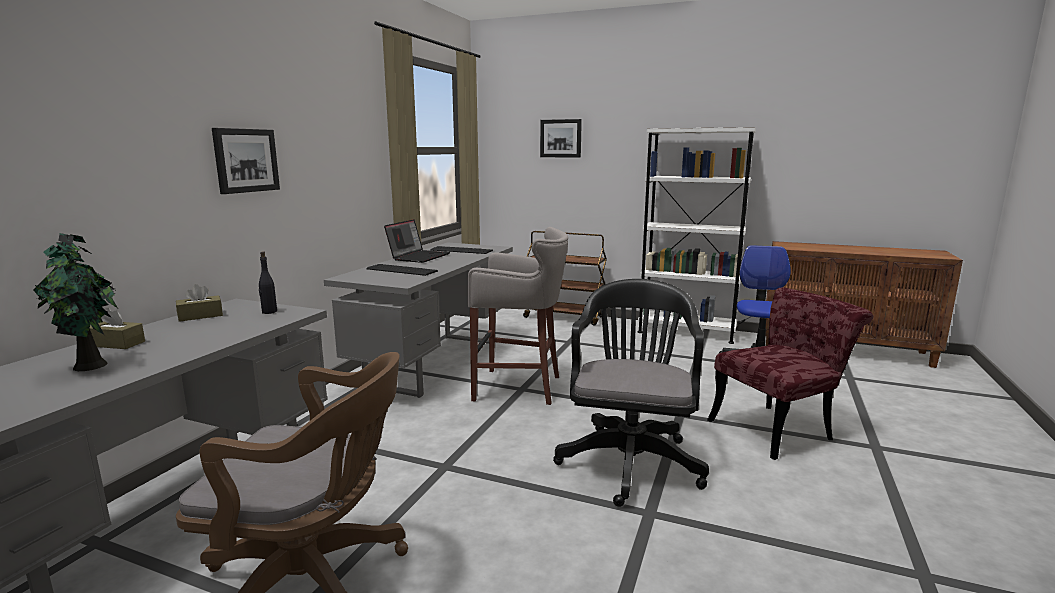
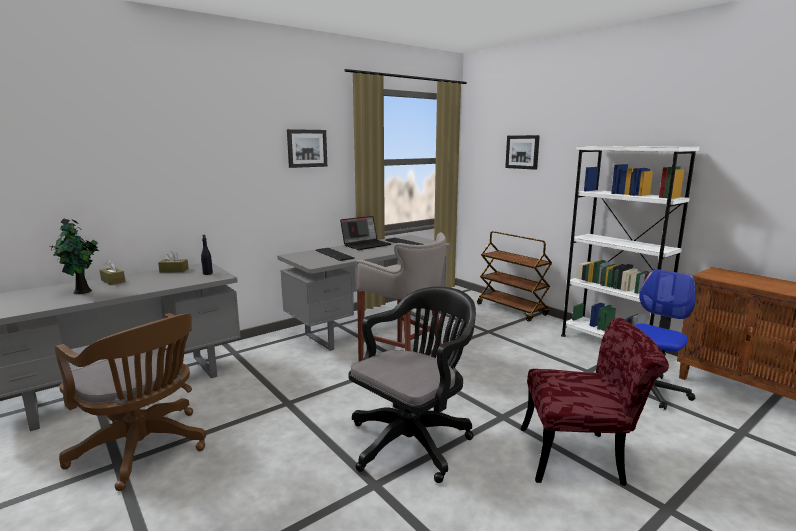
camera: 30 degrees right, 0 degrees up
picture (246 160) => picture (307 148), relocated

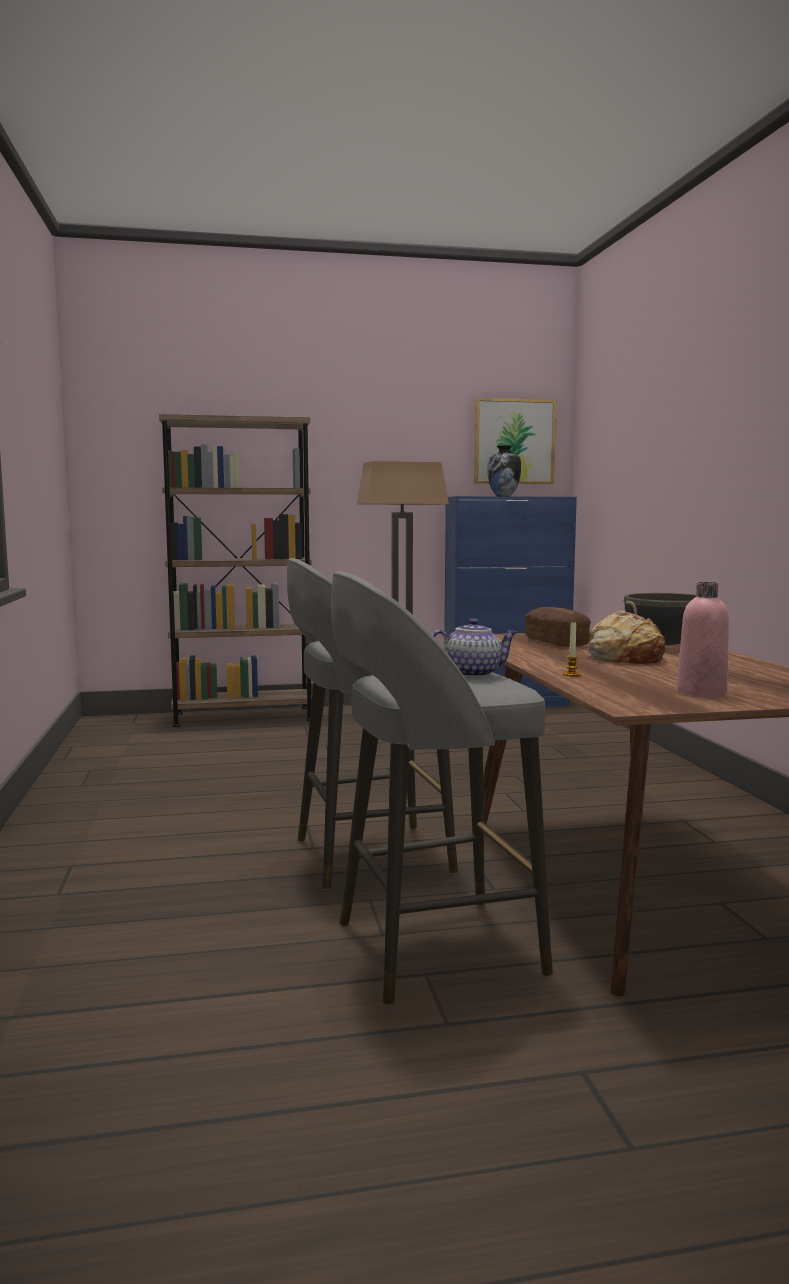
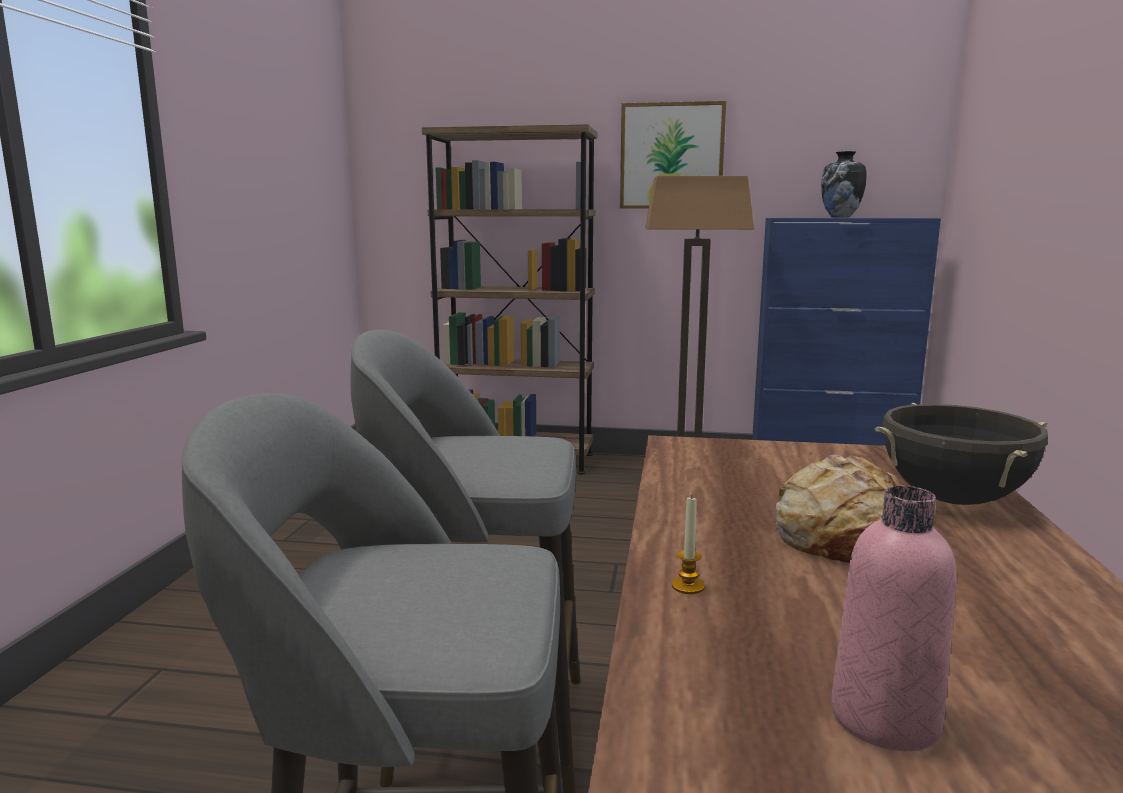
camera: 20 degrees right, 5 degrees up
teapot (472 674) => nothing
picture (514 441) => picture (671 156), relocated
bread (556 642) => nothing

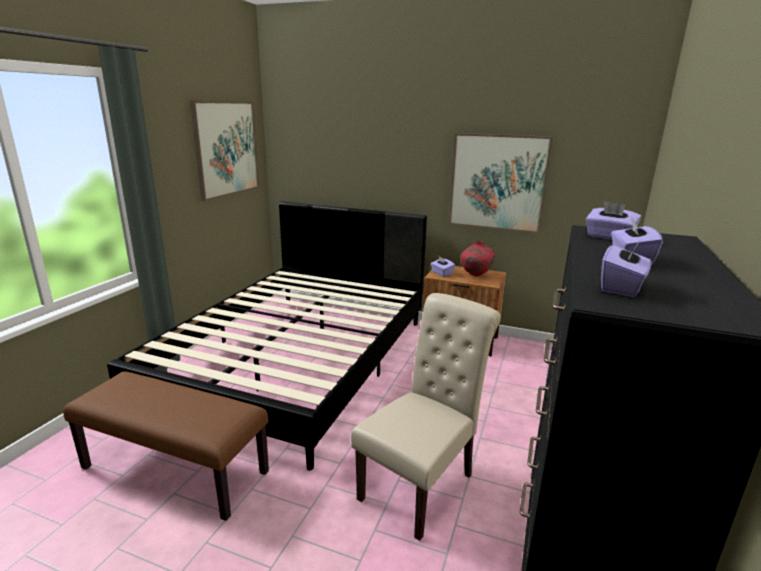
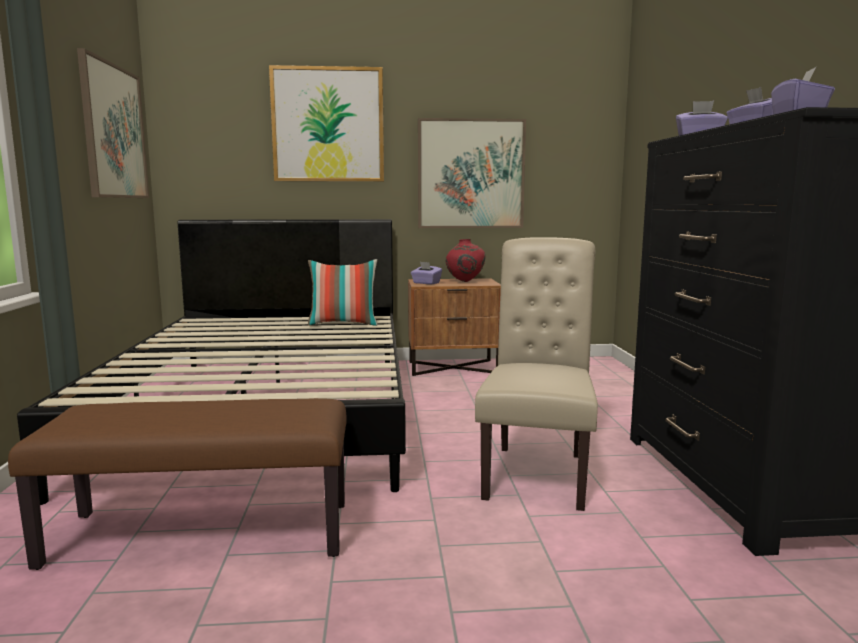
camera: 25 degrees left, 10 degrees down
nothing => picture (328 125)
nothing => pillow (343 324)

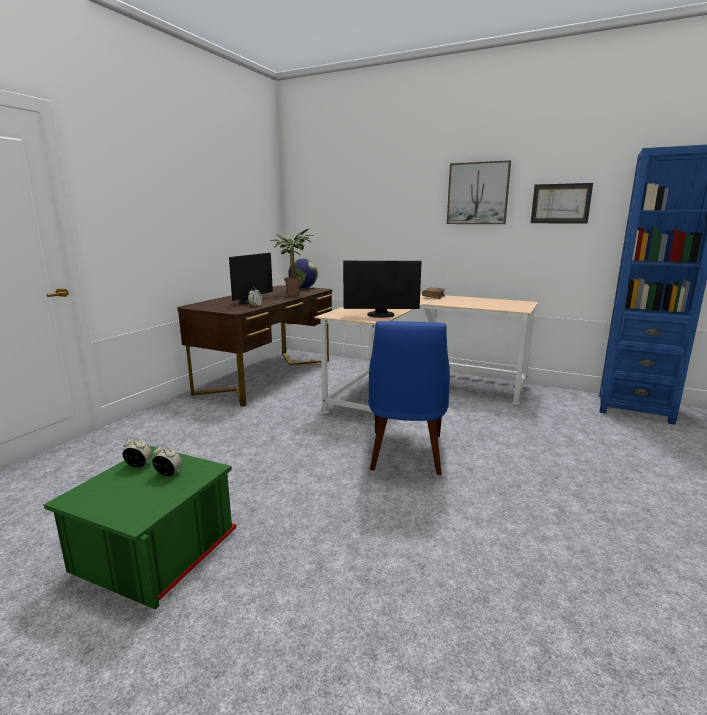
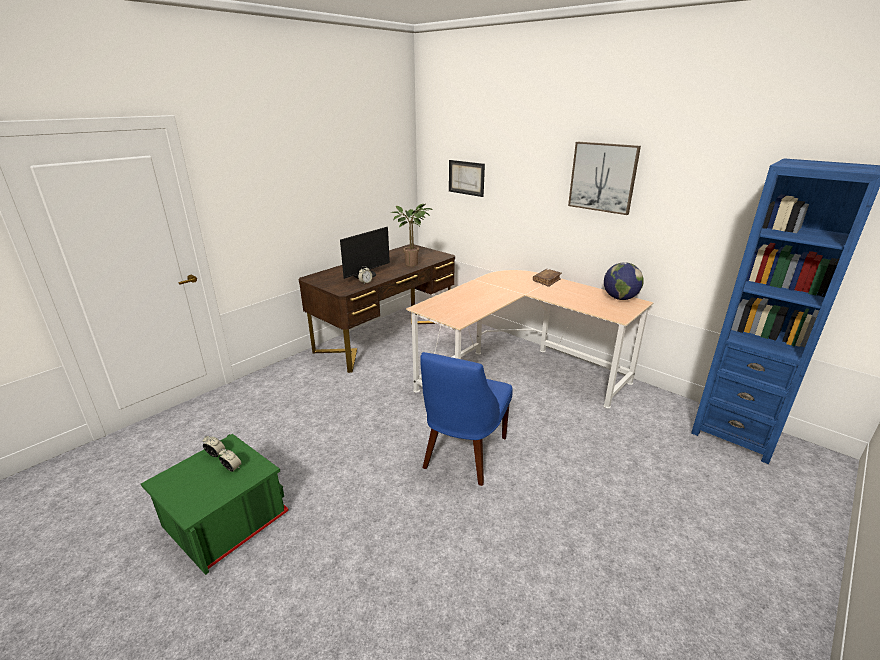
camera: 15 degrees right, 10 degrees up
globe (303 288) => globe (620 298), relocated
monitor (381 315) => nothing
picture (560 203) => picture (466 178), relocated

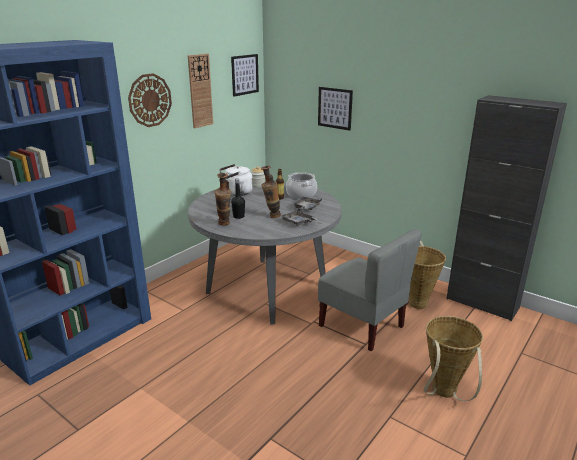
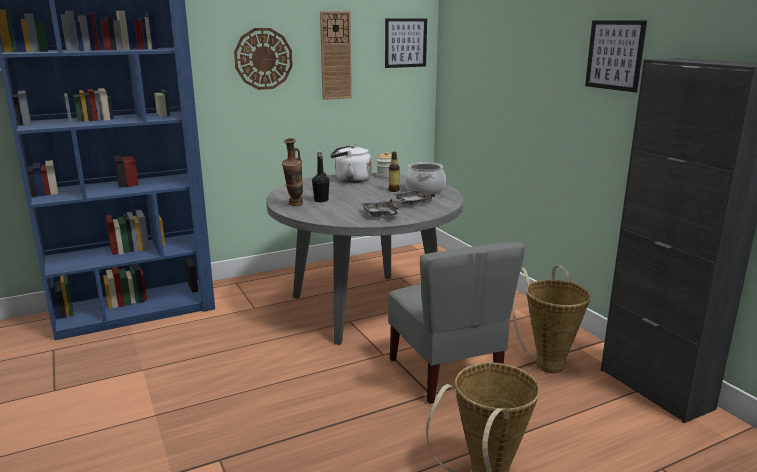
camera: 25 degrees right, 5 degrees down
vase (271 216) => nothing
picture (335 108) => picture (615 55), relocated

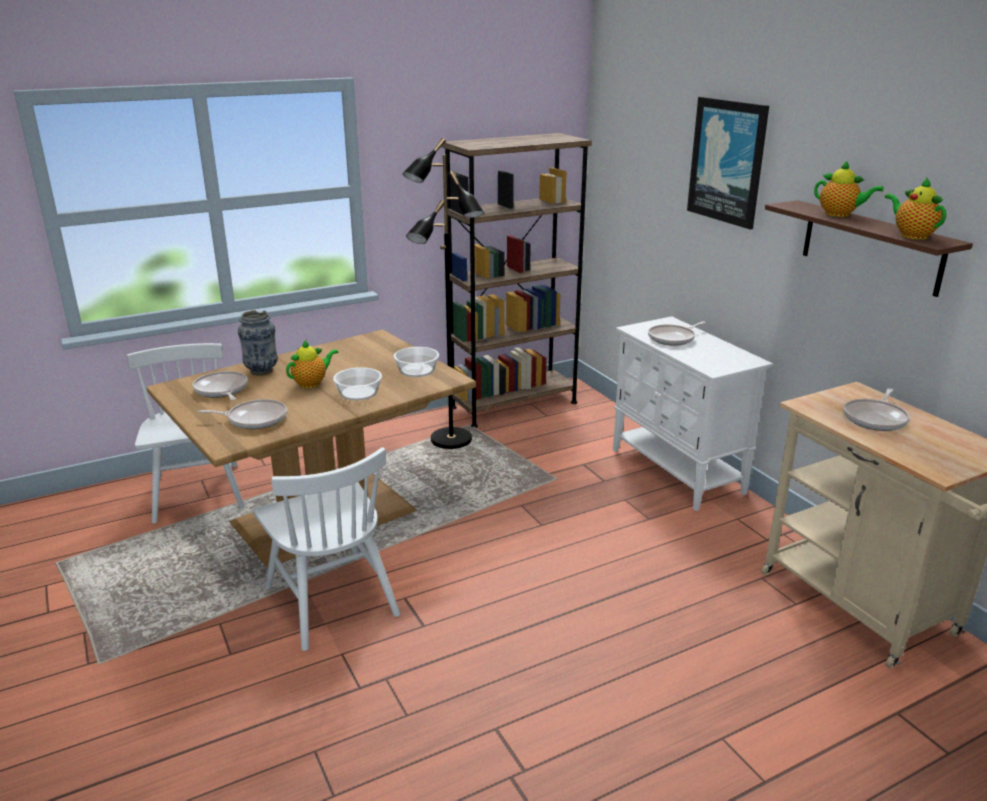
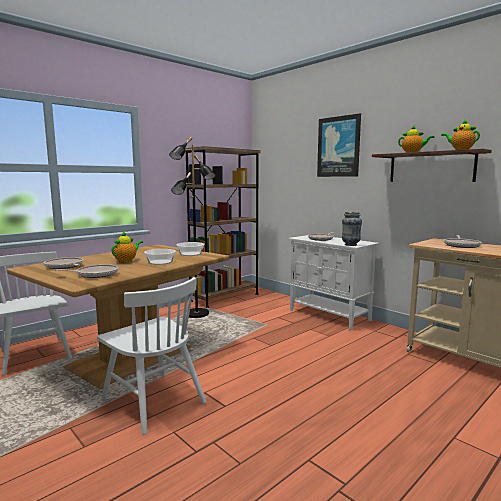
camera: 15 degrees left, 15 degrees down
vase (261 371) => vase (350 245), relocated

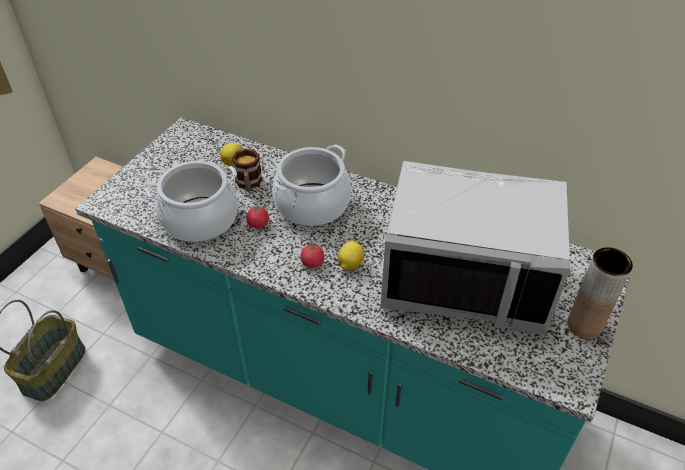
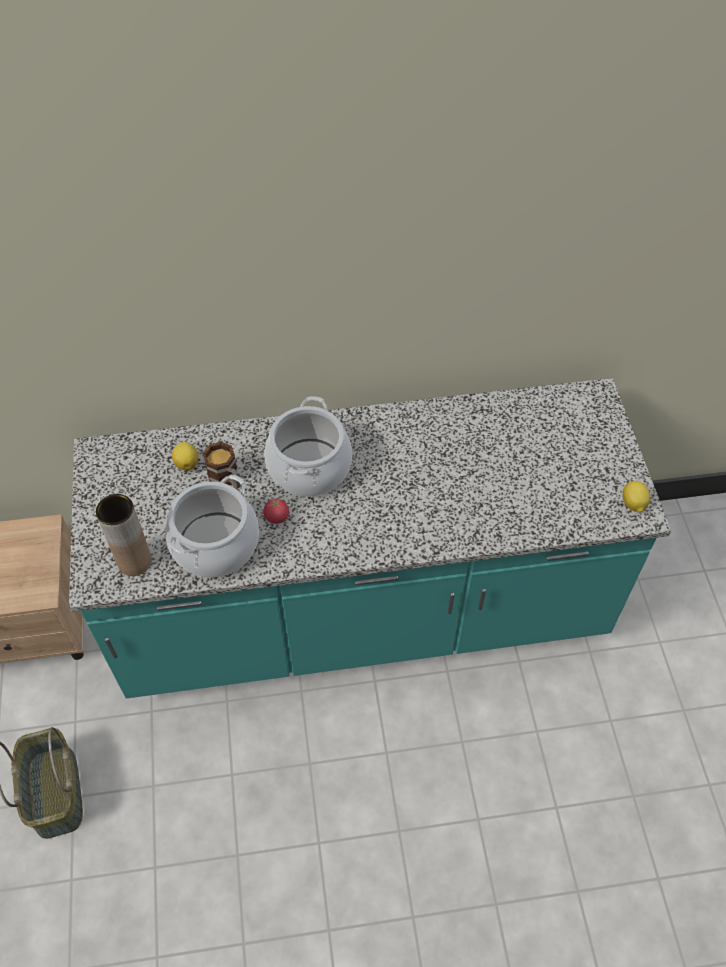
camera: 35 degrees left, 10 degrees up
tomato (312 263) => nothing
lemon (350 264) => lemon (633 504), relocated
grey microwave (466 278) => nothing
brown vase (584 325) => brown vase (134 561), relocated

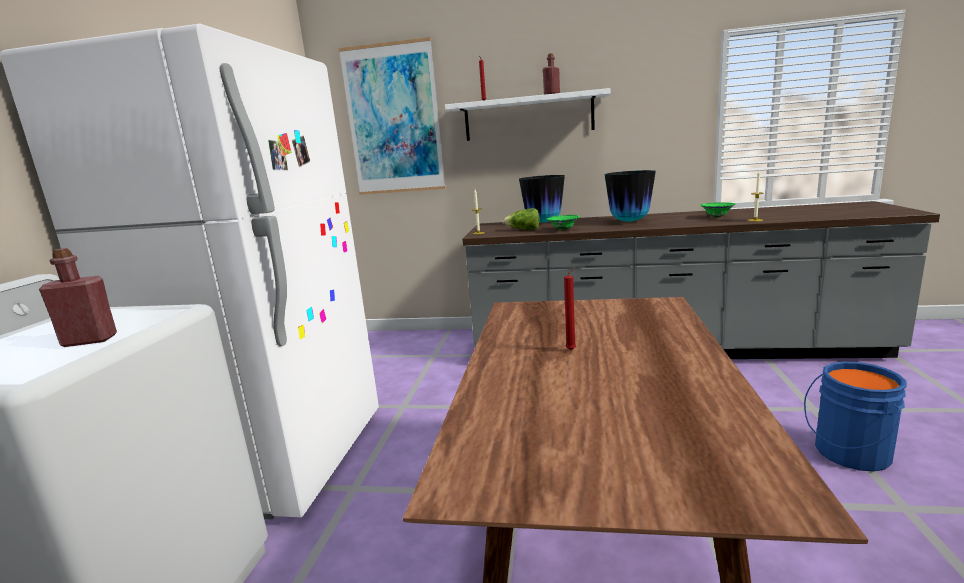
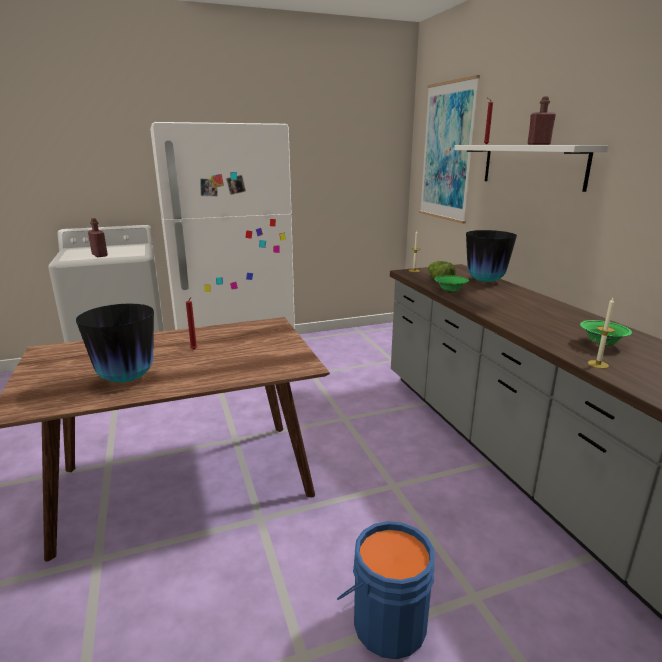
camera: 60 degrees right, 5 degrees up
vase (629 221) => vase (126 379), relocated

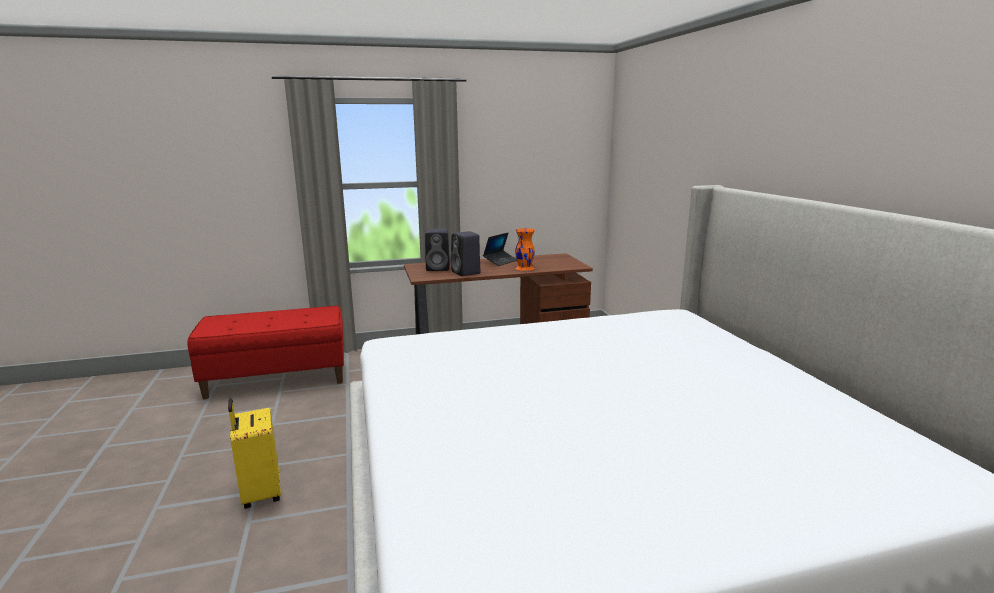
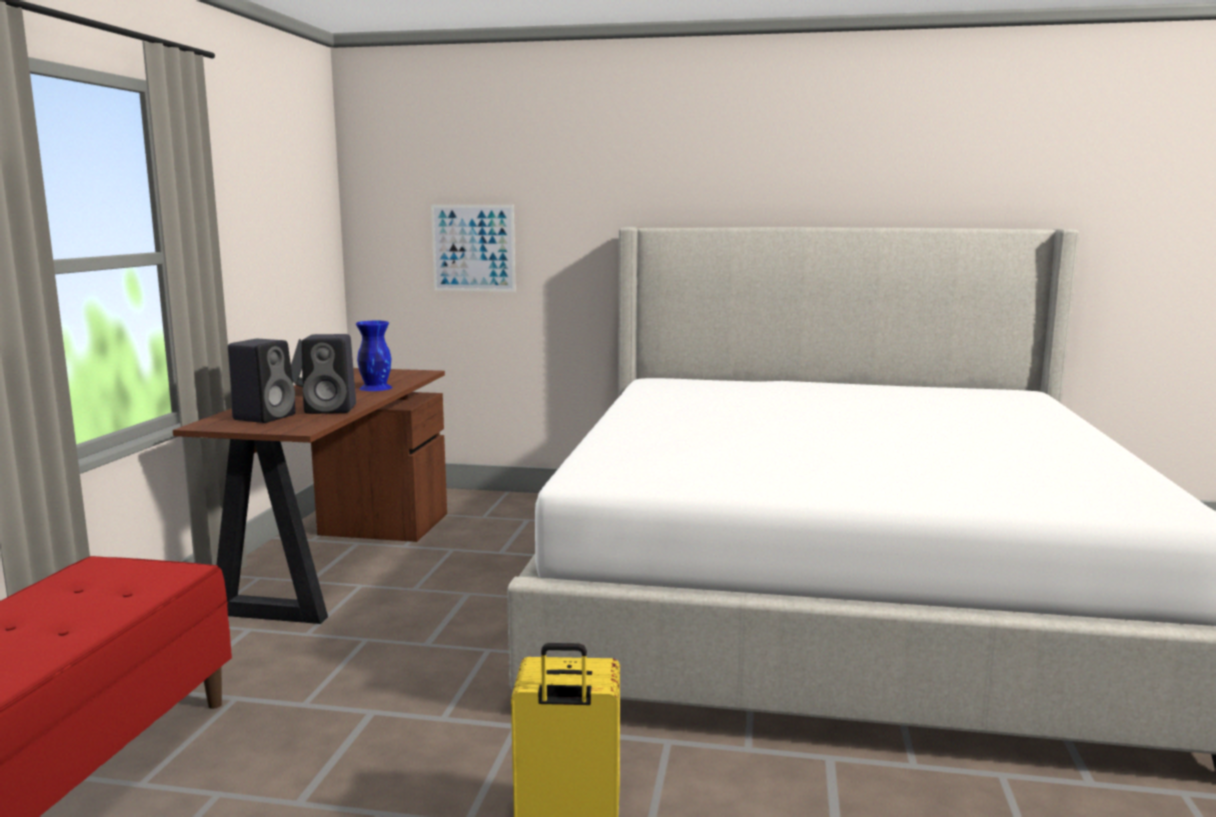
camera: 65 degrees left, 5 degrees down
orange vase (524 268) => blue vase (375 388)
nothing => picture (473 248)

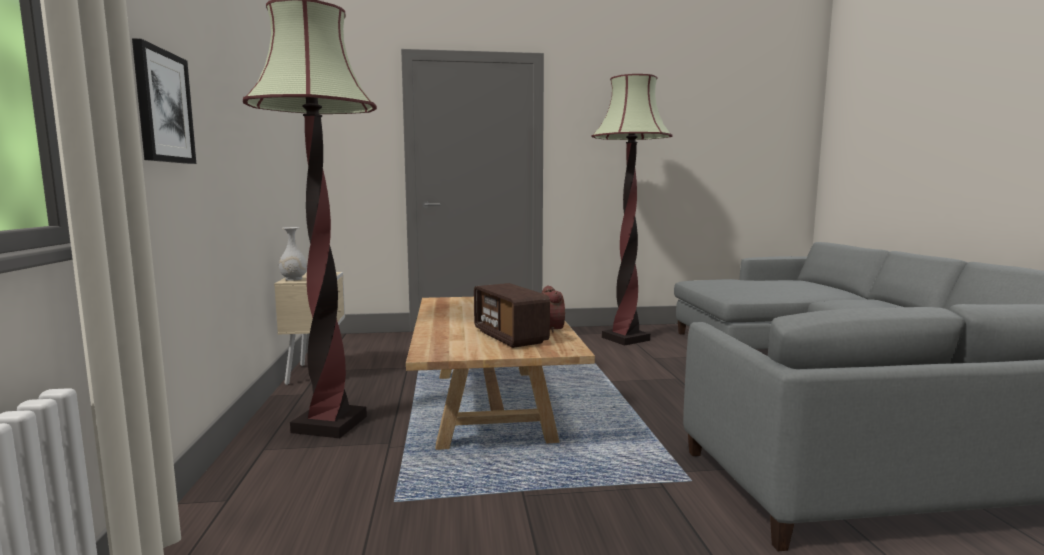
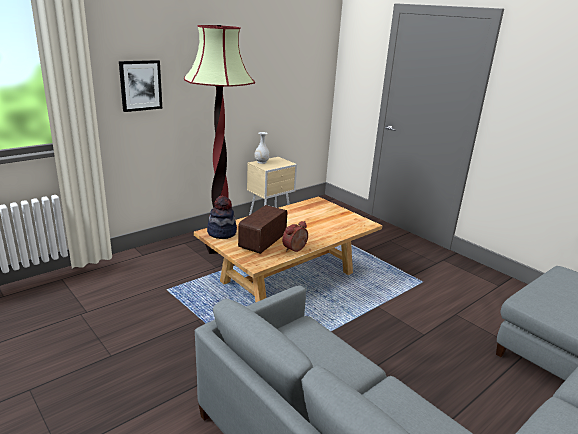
camera: 55 degrees right, 15 degrees up
floor lamp (625 339) => nothing
nothing => hat (222 232)

